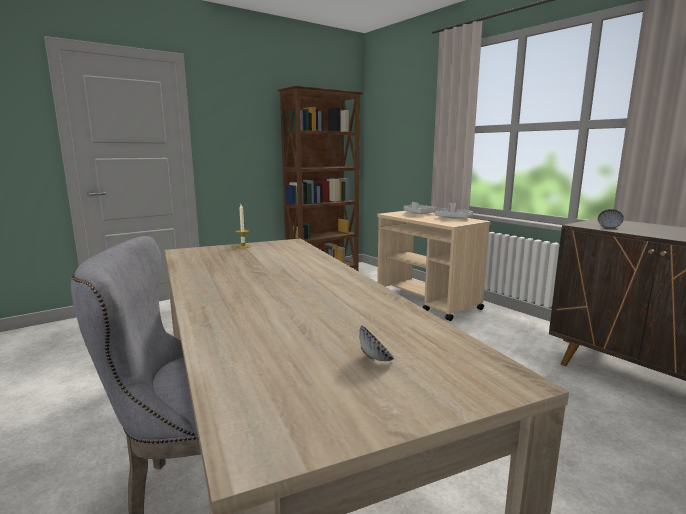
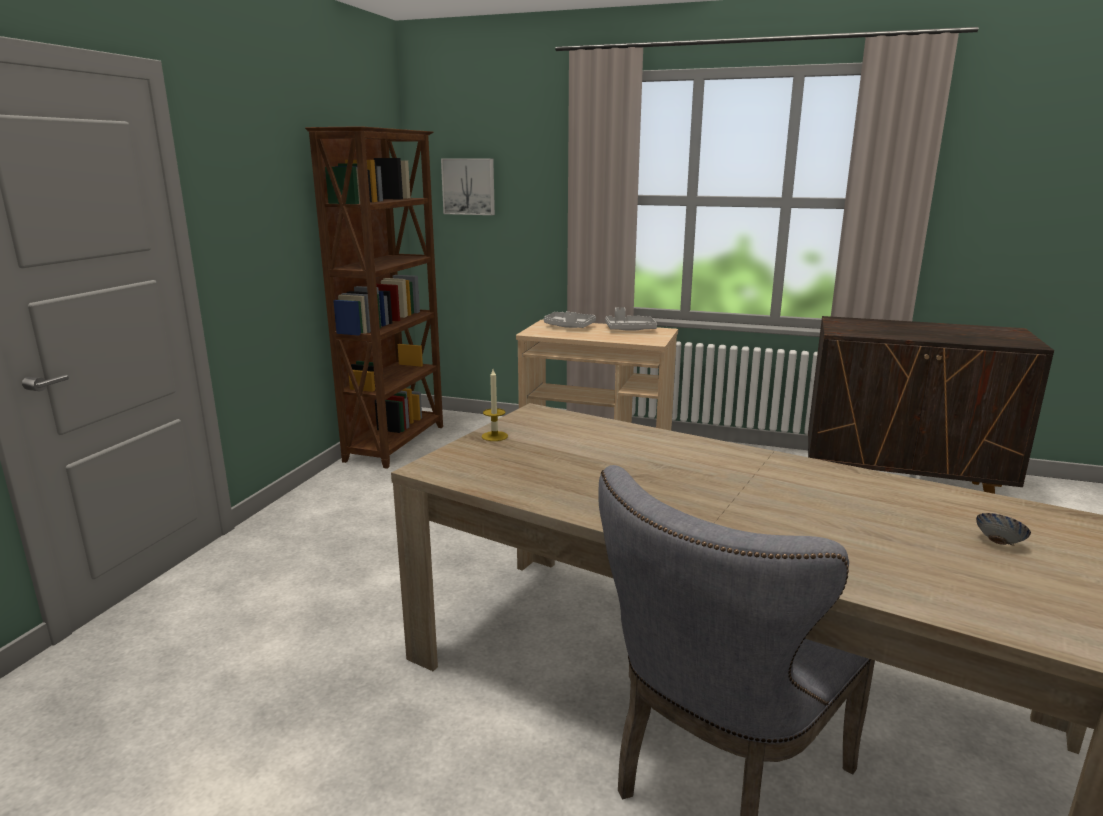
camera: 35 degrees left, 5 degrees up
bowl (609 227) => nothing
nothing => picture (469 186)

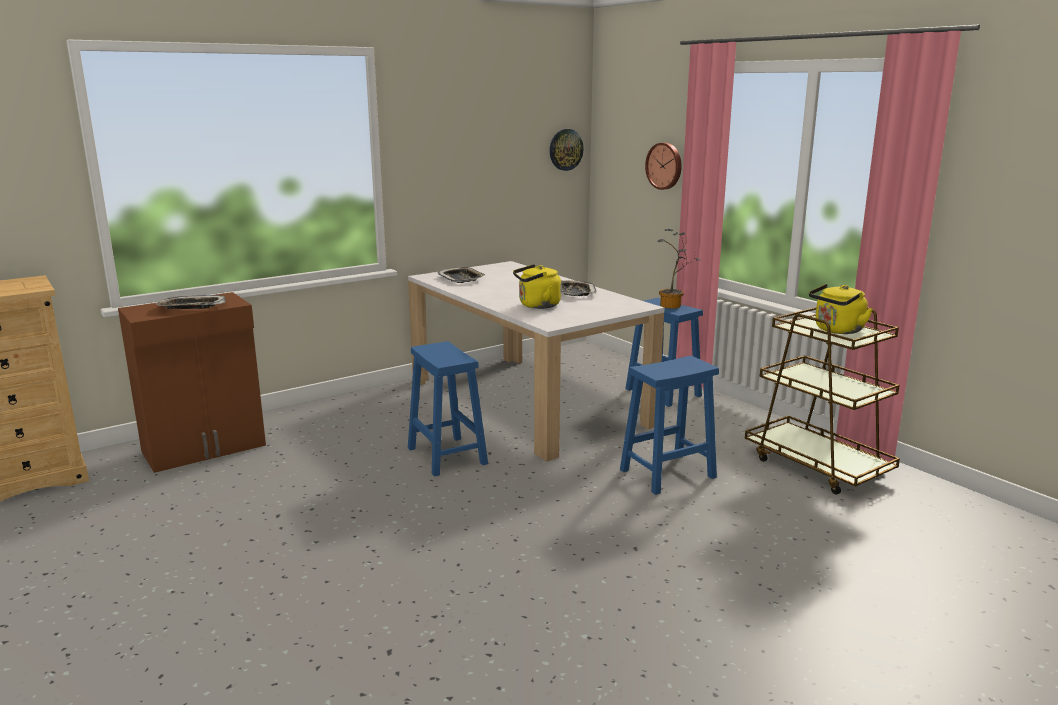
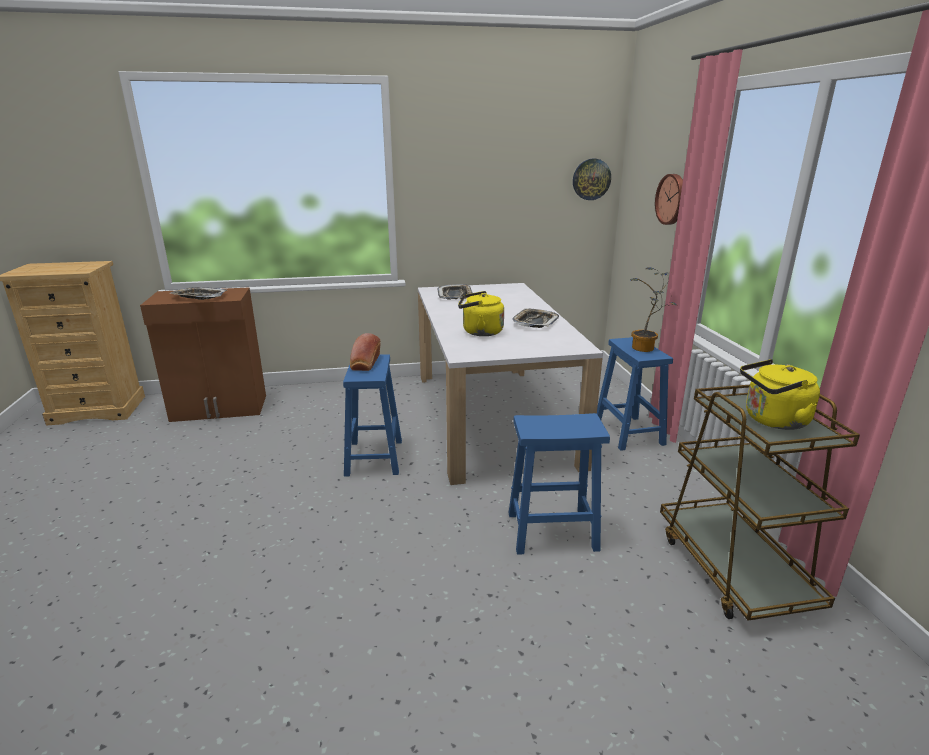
camera: 25 degrees right, 5 degrees up
nothing => bread (365 363)

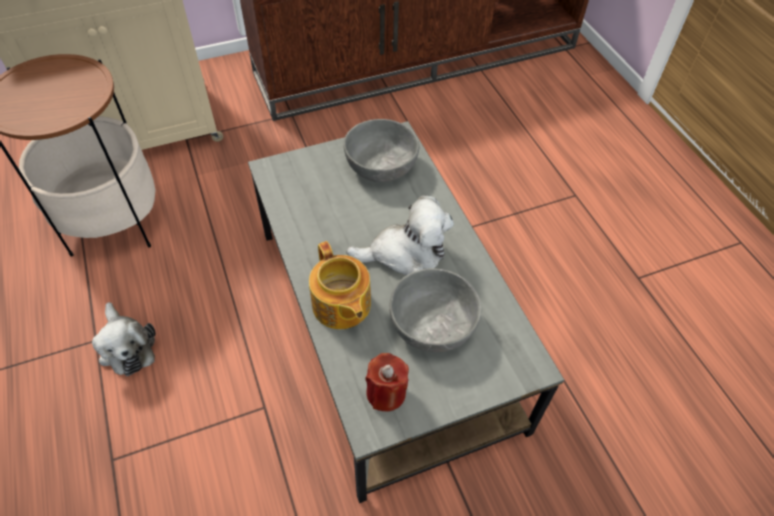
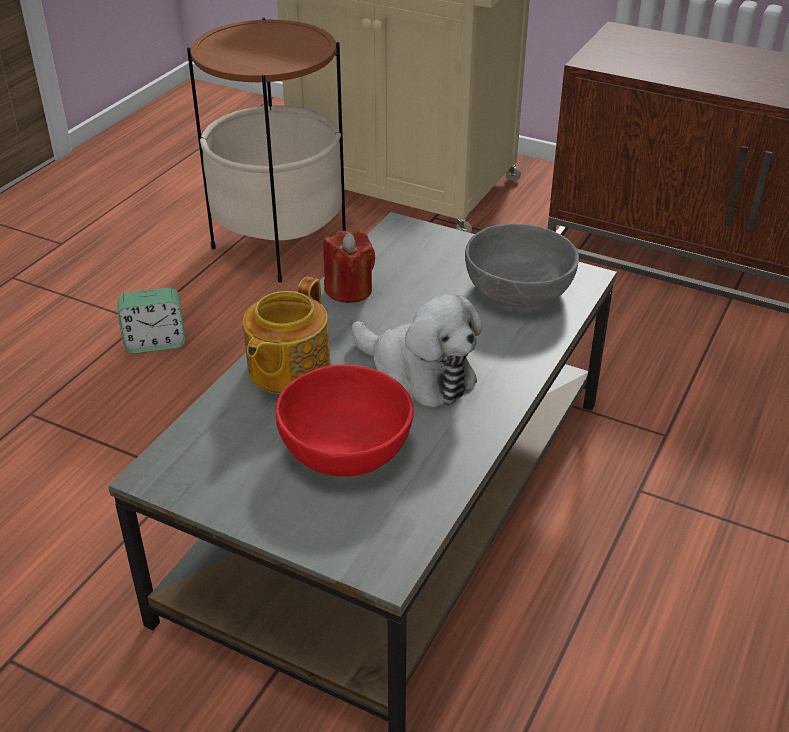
camera: 50 degrees right, 15 degrees down
plush toy (127 346) => alarm clock (155 343)
red candle (386 393) => red candle (349 290), relocated
grey bowl (432 323) => red bowl (346 447)

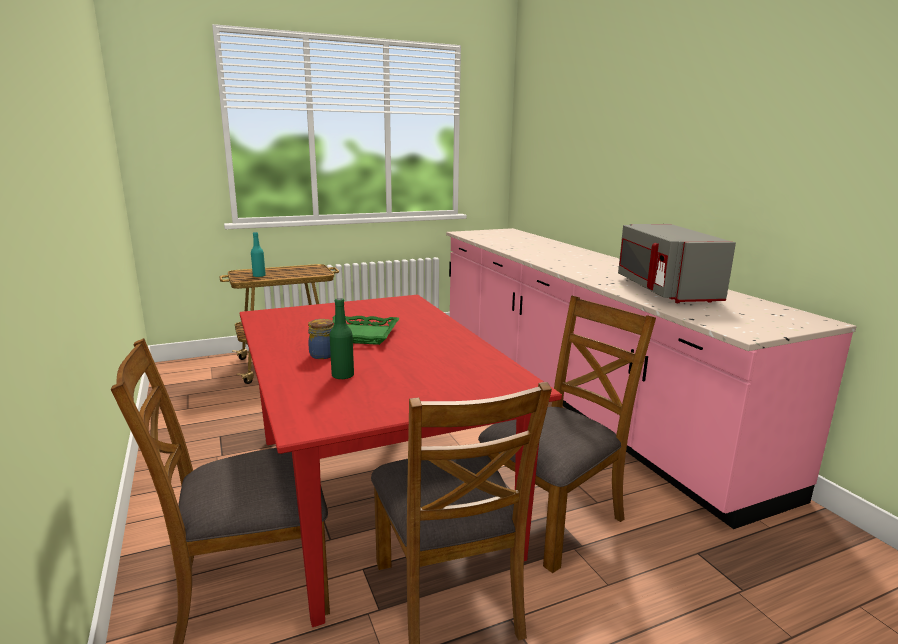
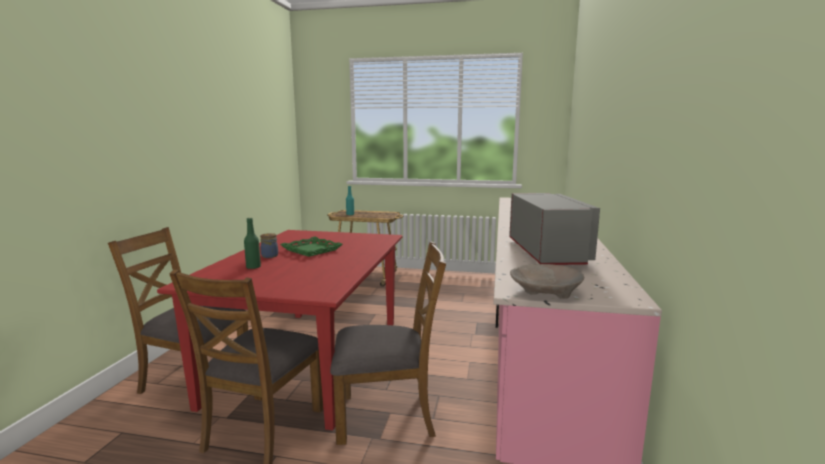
camera: 35 degrees right, 5 degrees down
grey microwave (664 290) => grey microwave (549 253), 150 degrees clockwise
nothing => beige bowl (545 291)

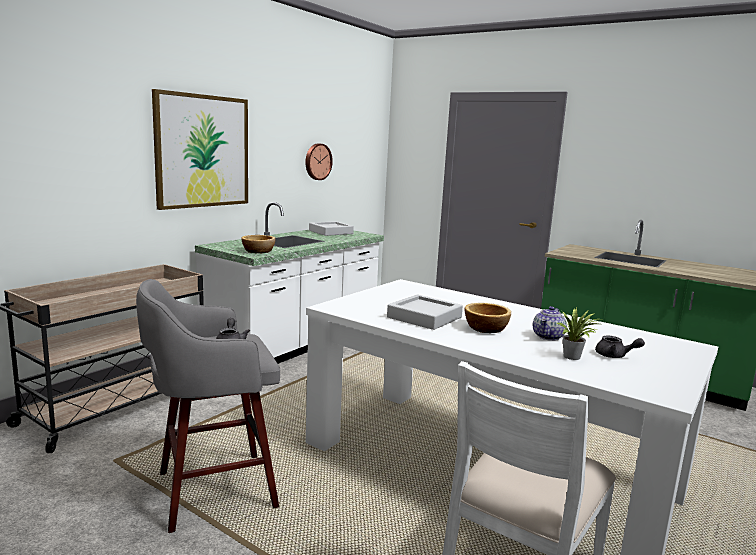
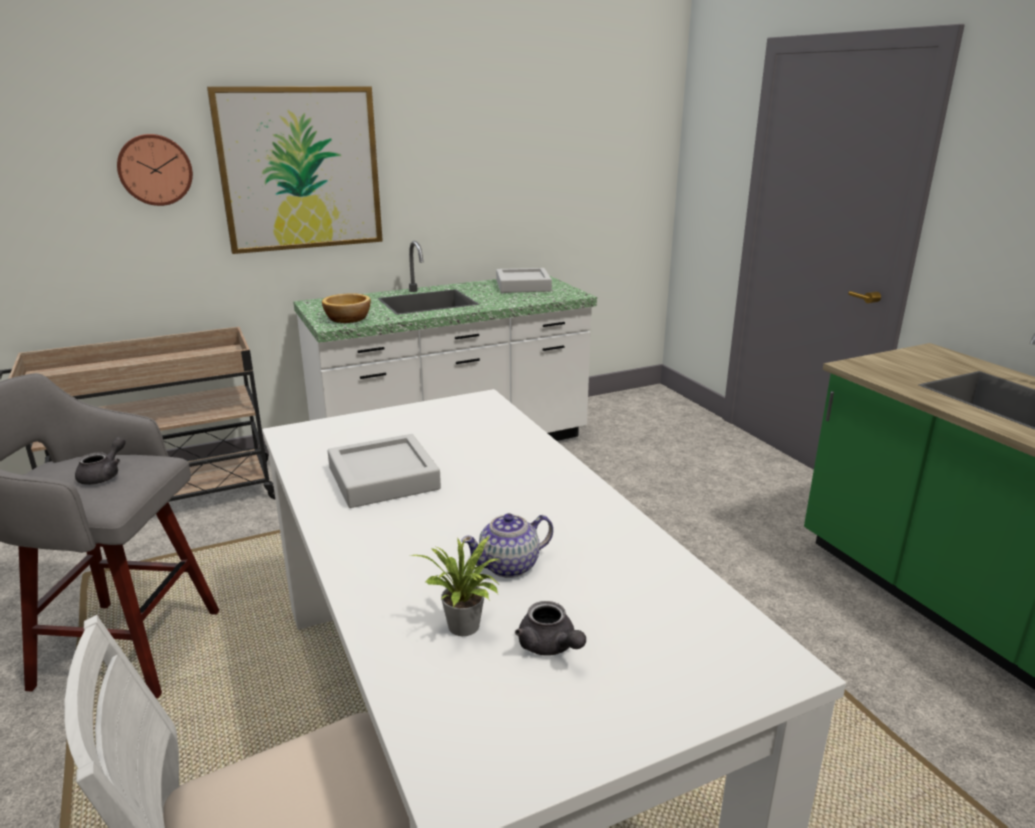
camera: 30 degrees right, 10 degrees up
wall clock (317 161) => wall clock (155 169), relocated
bowl (485 328) => nothing

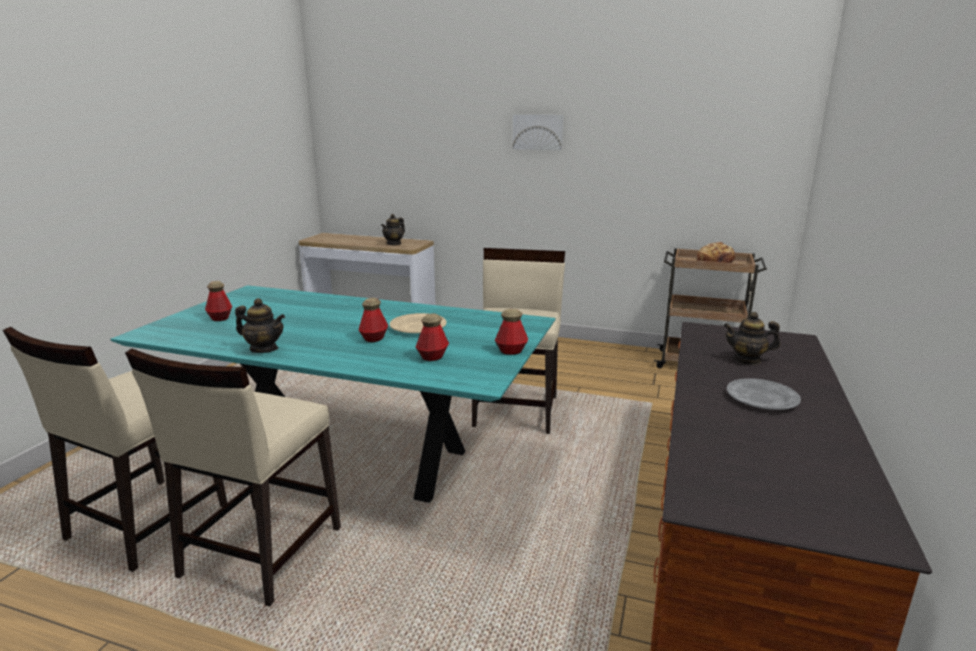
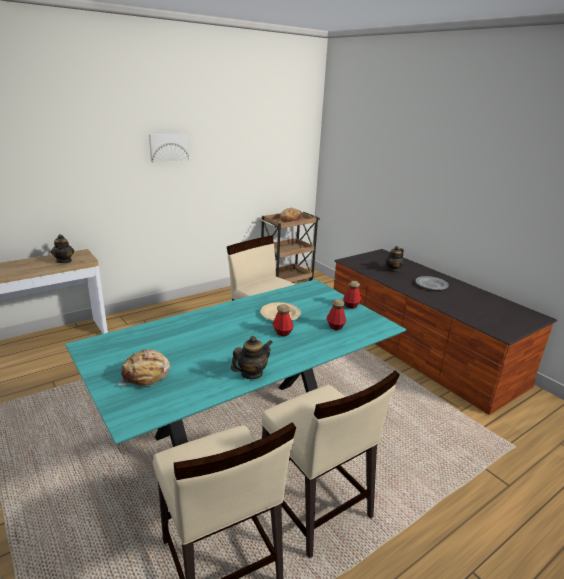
camera: 55 degrees left, 5 degrees up
bottle (220 318) => bread (146 375)

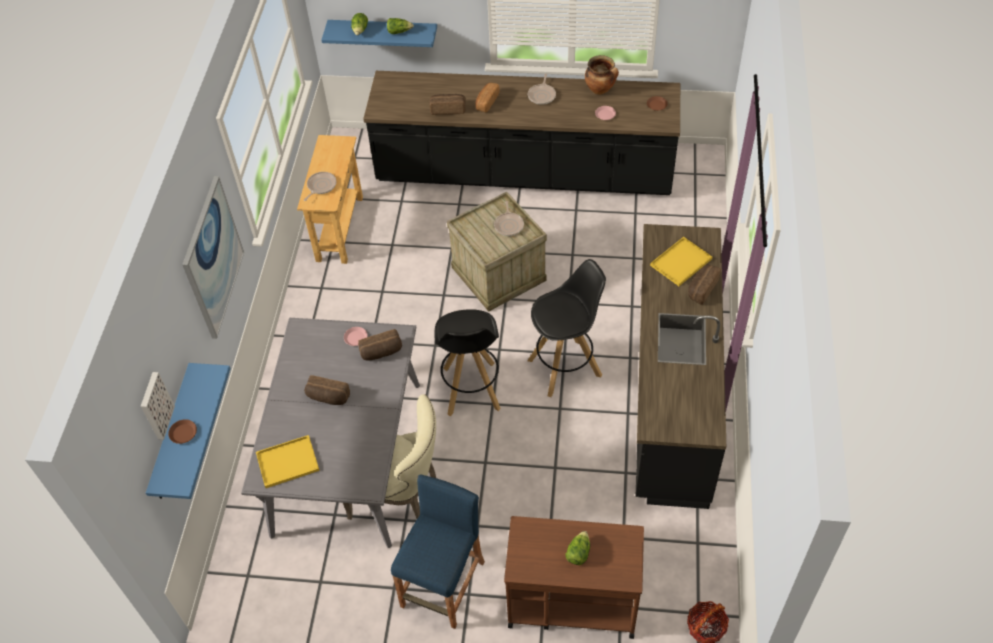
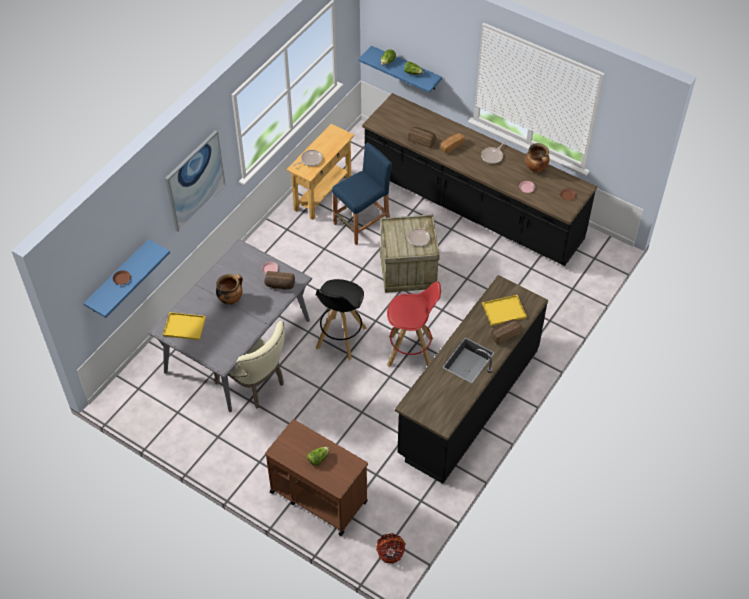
camera: 25 degrees right, 0 degrees up
picture (155 405) => nothing
bread (328 398) => cooking pot (231 299)
blue stool (444 584) => blue stool (362 223), relocated
black stool (565 367) => red stool (411 352)

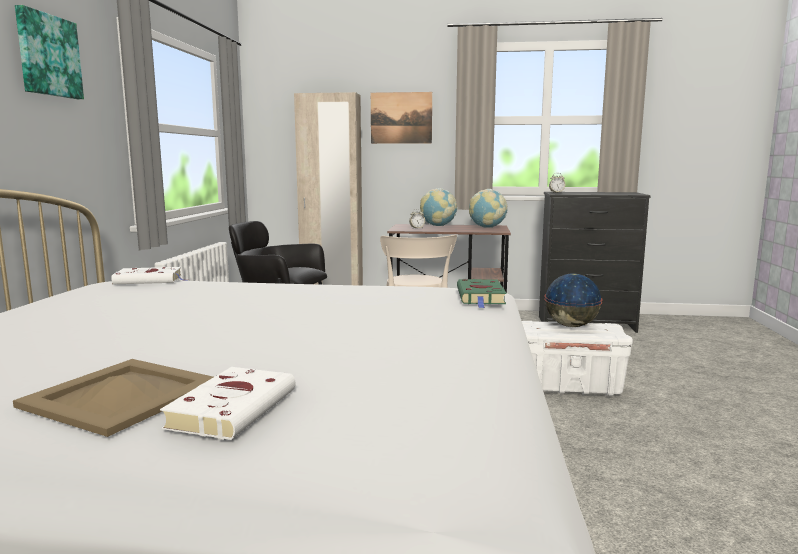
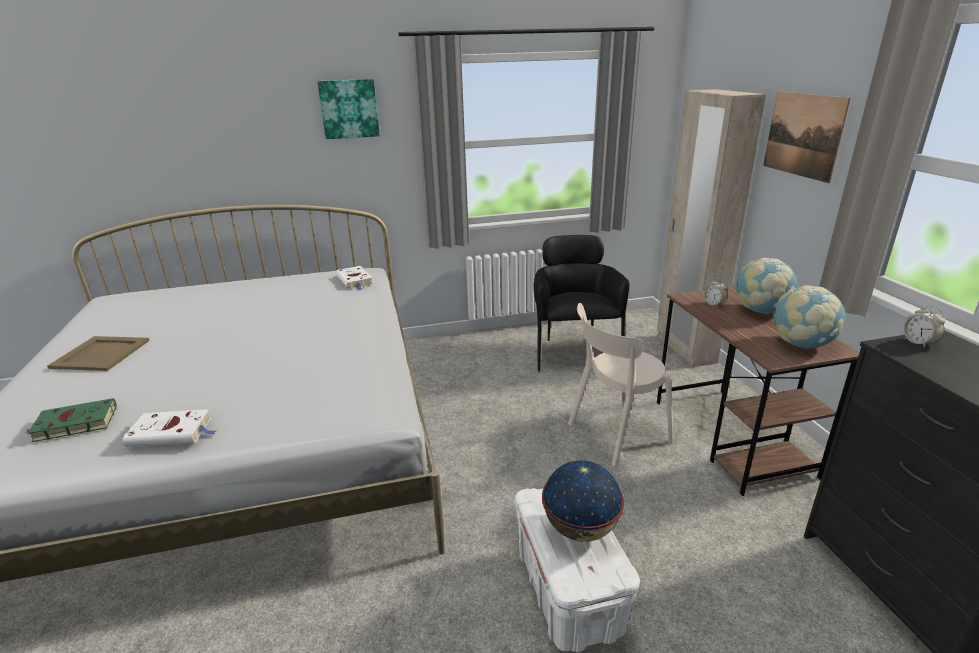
camera: 70 degrees right, 15 degrees up
white book (234 408) => white book (172 432), relocated
green book (481 297) => green book (73 424), relocated

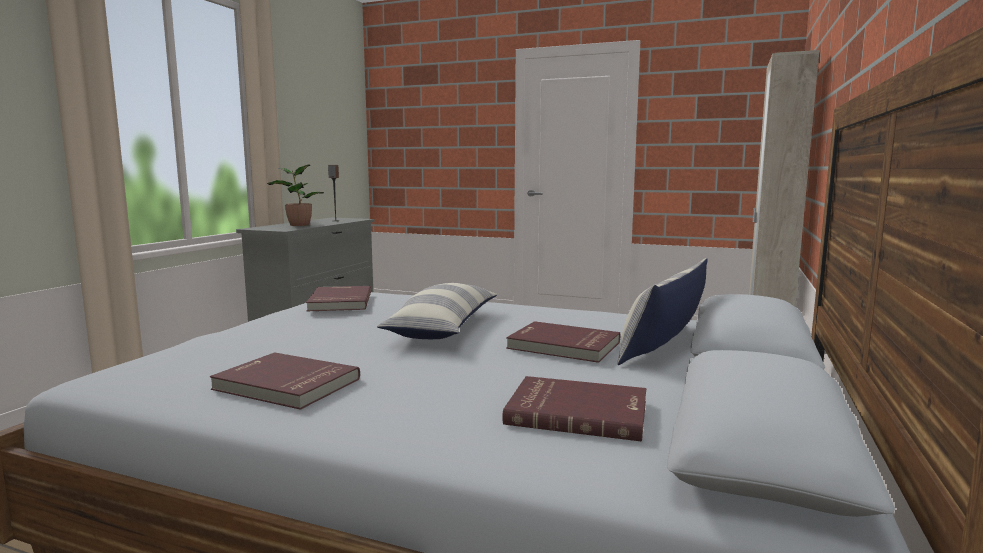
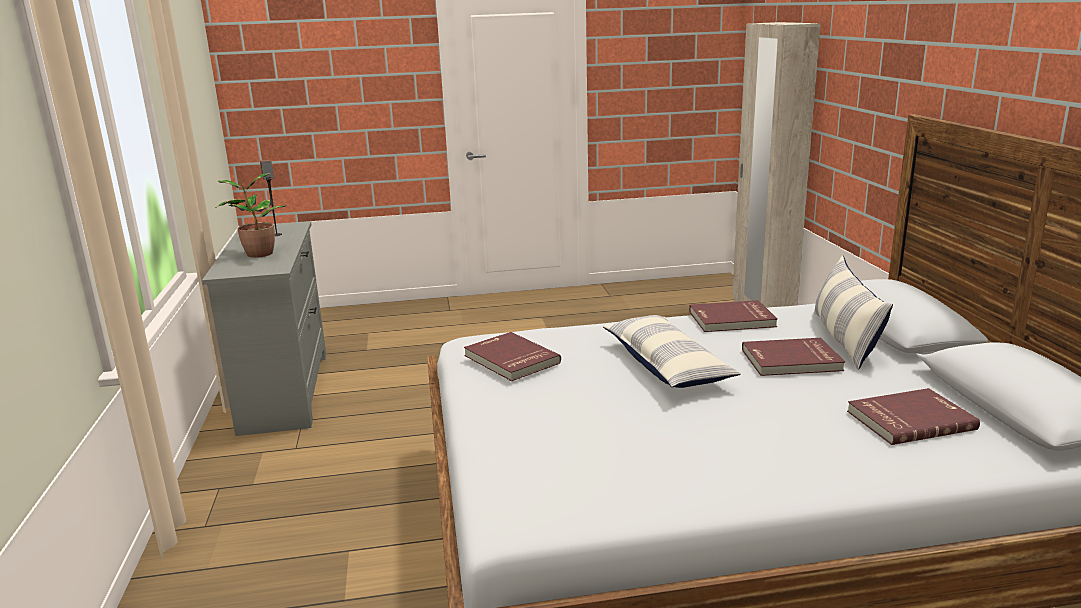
camera: 30 degrees left, 10 degrees up
red book (285 385) => red book (732 320), relocated

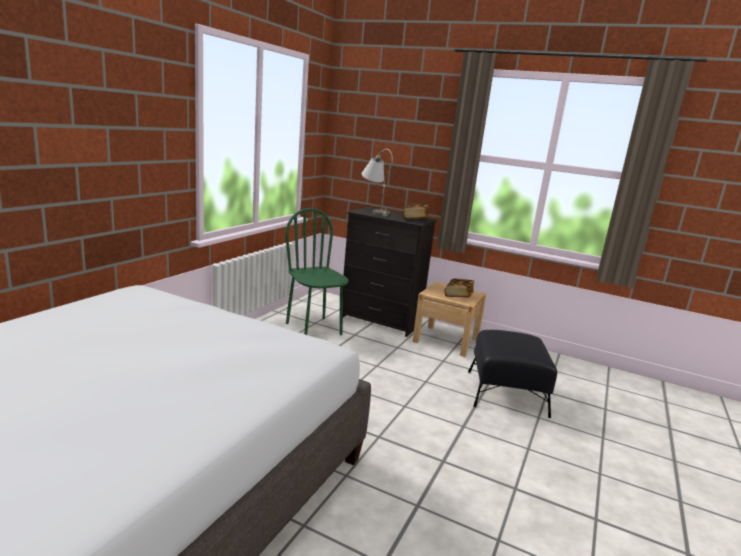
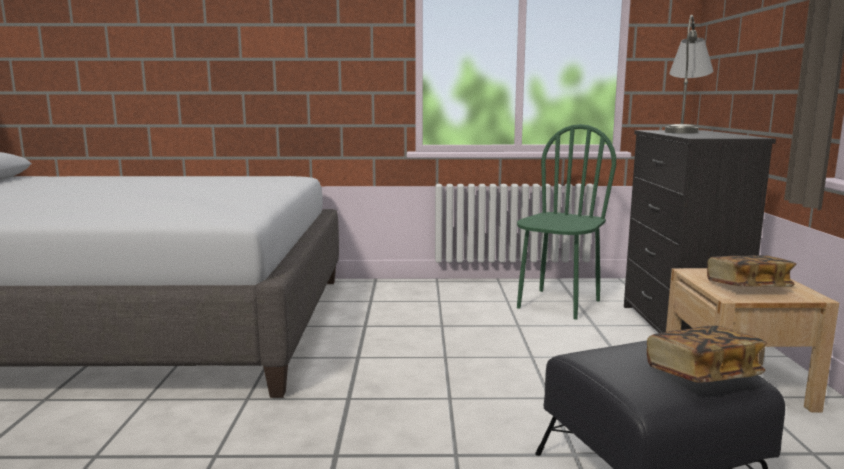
camera: 65 degrees right, 5 degrees down
book (415 219) => book (702 374), relocated

